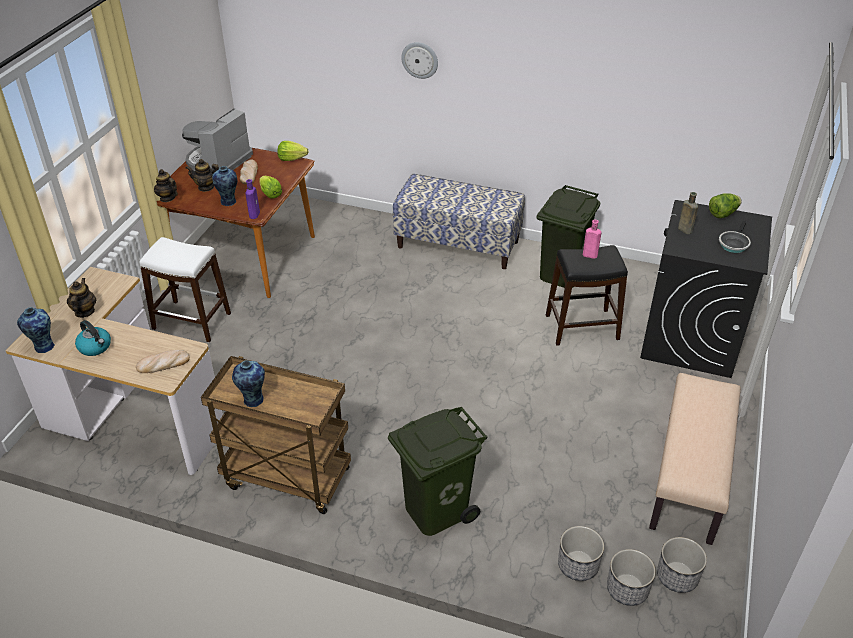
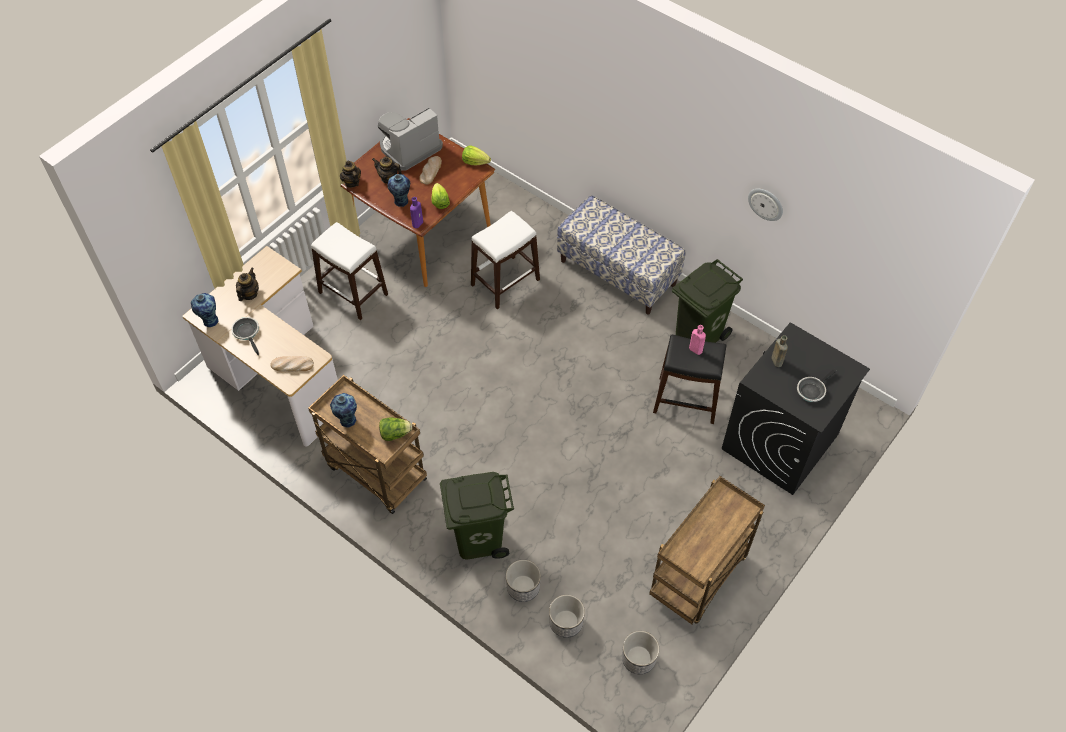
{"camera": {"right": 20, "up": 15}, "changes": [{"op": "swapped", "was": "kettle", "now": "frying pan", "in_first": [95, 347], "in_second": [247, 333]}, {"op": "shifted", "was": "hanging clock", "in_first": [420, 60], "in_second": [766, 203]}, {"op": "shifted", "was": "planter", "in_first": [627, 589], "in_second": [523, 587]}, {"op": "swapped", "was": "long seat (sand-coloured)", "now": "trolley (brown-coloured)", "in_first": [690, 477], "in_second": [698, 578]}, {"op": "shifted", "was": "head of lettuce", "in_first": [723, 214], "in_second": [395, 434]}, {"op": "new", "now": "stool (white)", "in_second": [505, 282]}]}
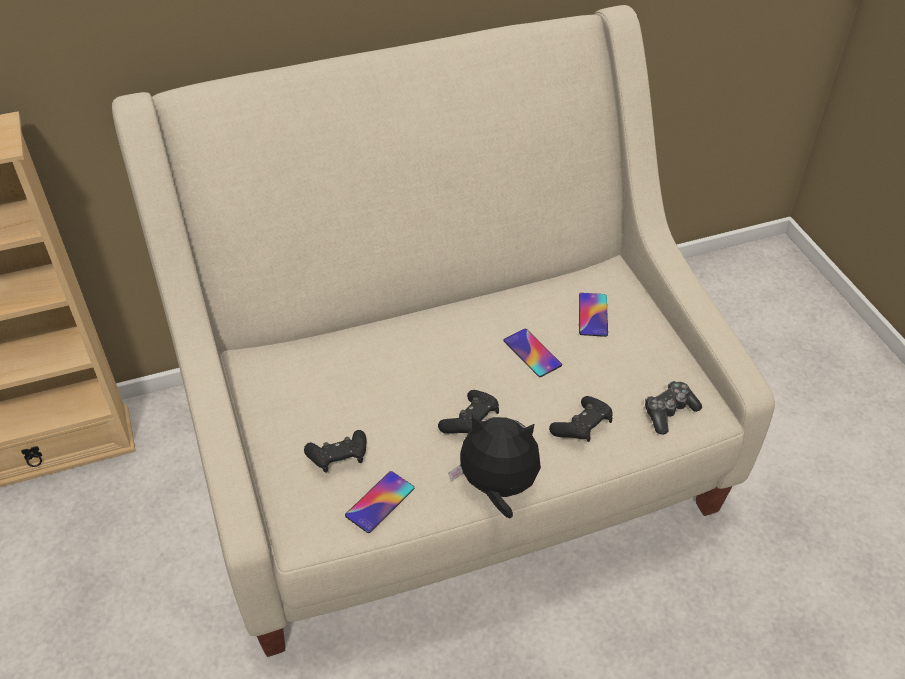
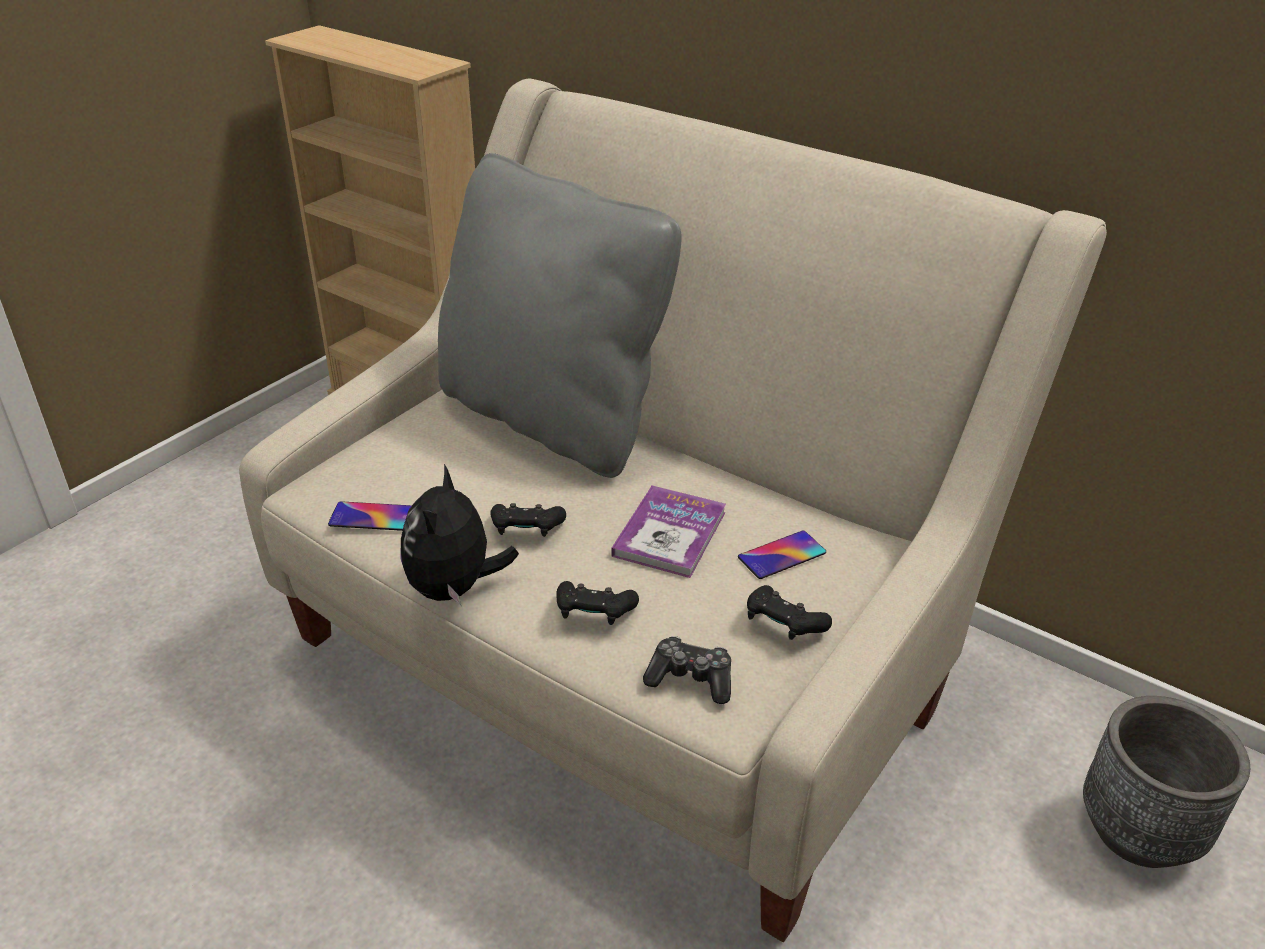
{"camera": {"right": 55, "up": -10}, "changes": [{"op": "shifted", "was": "game controller (black)", "in_first": [339, 458], "in_second": [783, 625]}, {"op": "rotated", "was": "cuddly toy", "in_first": [497, 488], "in_second": [455, 588], "clockwise": -150}, {"op": "swapped", "was": "handset", "now": "book", "in_first": [532, 353], "in_second": [669, 534]}, {"op": "new", "now": "throw pillow (greyish)", "in_second": [552, 418]}, {"op": "new", "now": "planter (greyish)", "in_second": [1139, 831]}]}
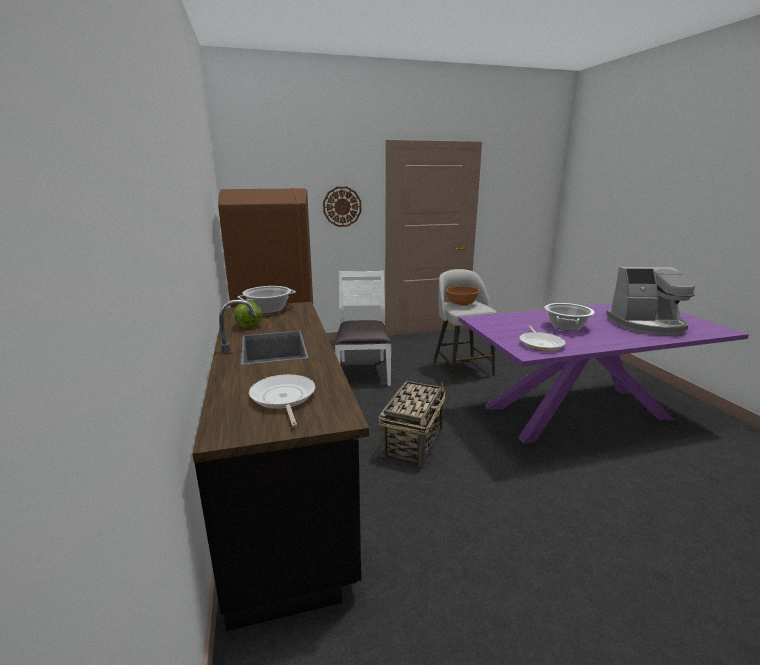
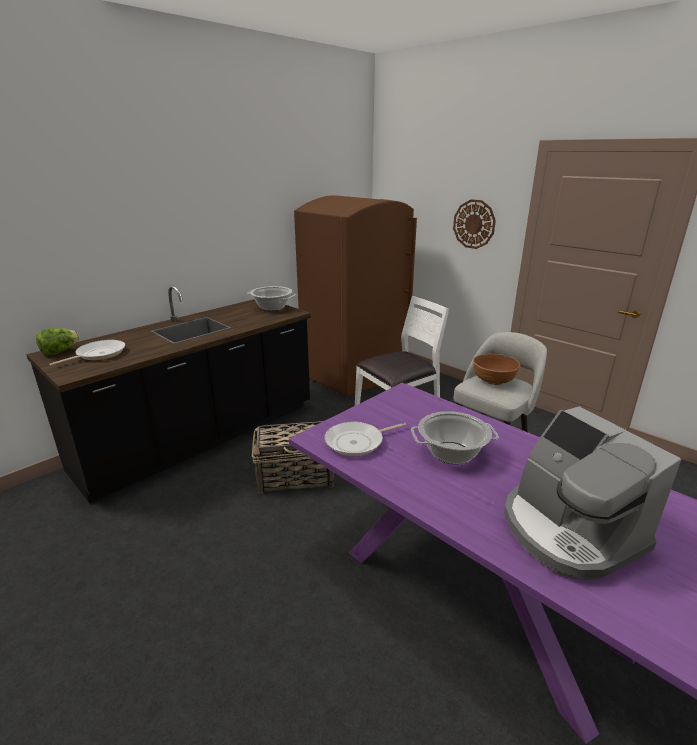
{"camera": {"right": 60, "up": 5}, "changes": [{"op": "shifted", "was": "head of lettuce", "in_first": [248, 324], "in_second": [60, 352]}]}
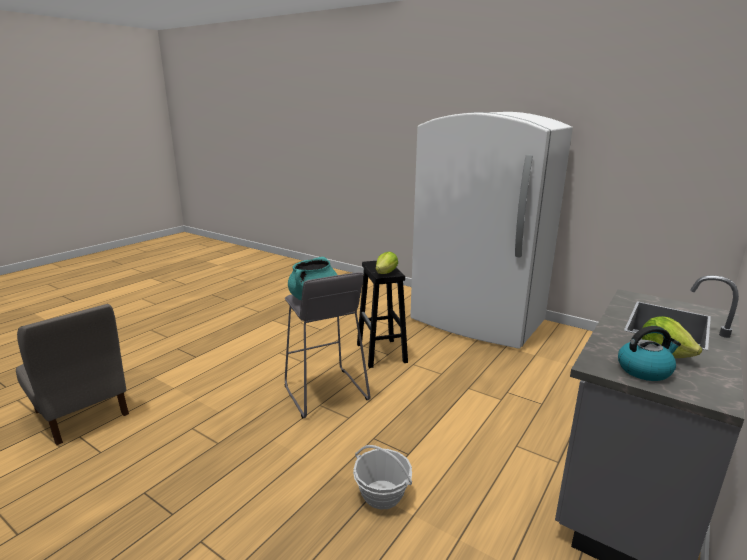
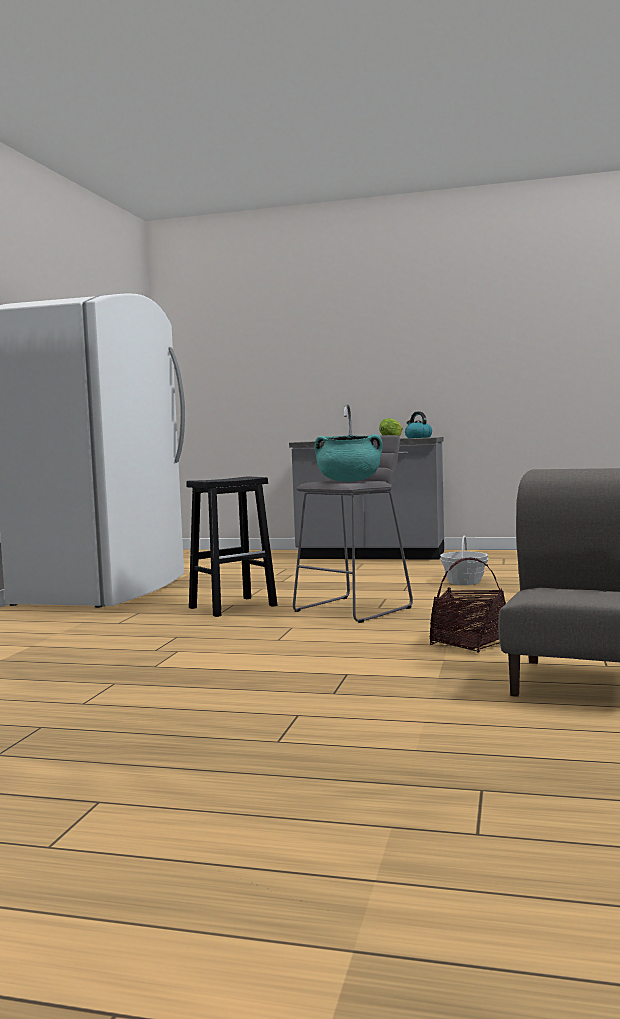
{"camera": {"right": -110, "up": -15}, "changes": [{"op": "gone", "was": "head of lettuce", "in_first": [386, 273]}, {"op": "new", "now": "storage basket", "in_second": [470, 644]}]}
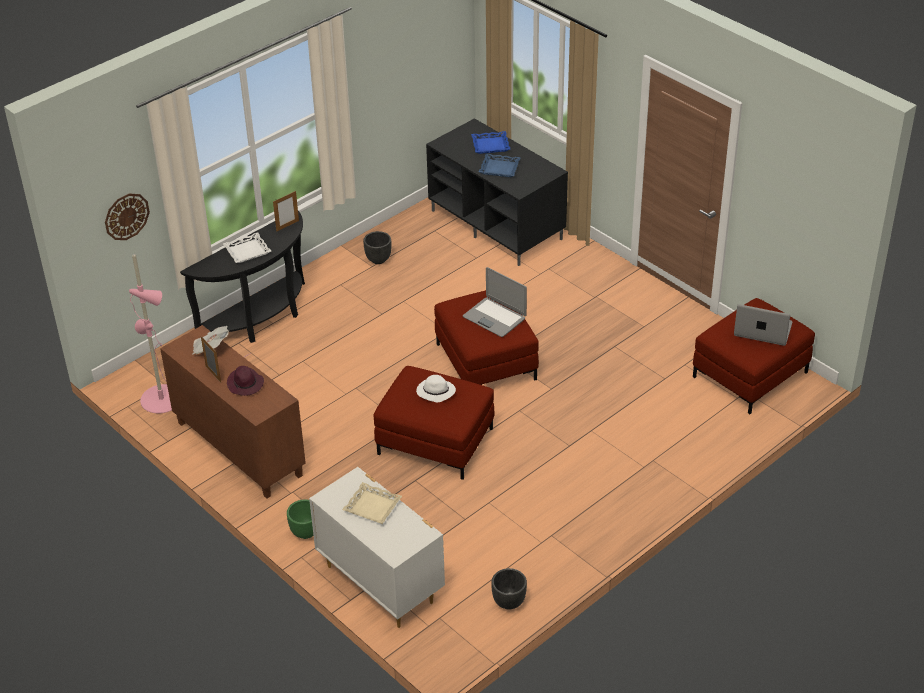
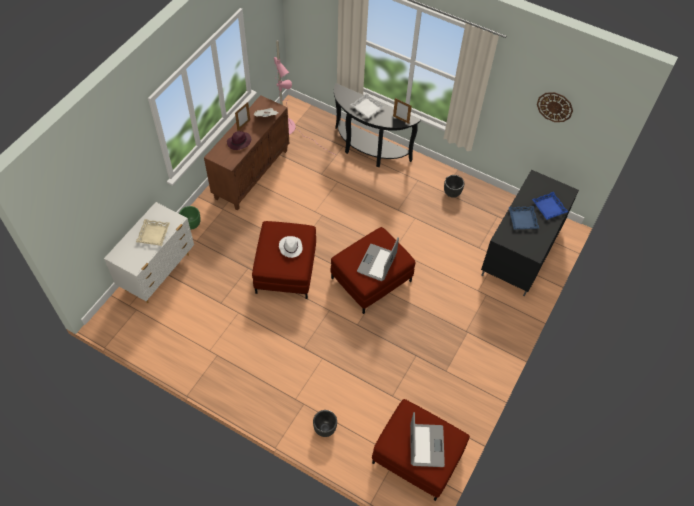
{"camera": {"right": 70, "up": 15}, "changes": [{"op": "shifted", "was": "hanging clock", "in_first": [126, 216], "in_second": [554, 106]}, {"op": "shifted", "was": "planter (black)", "in_first": [509, 603], "in_second": [324, 429]}]}
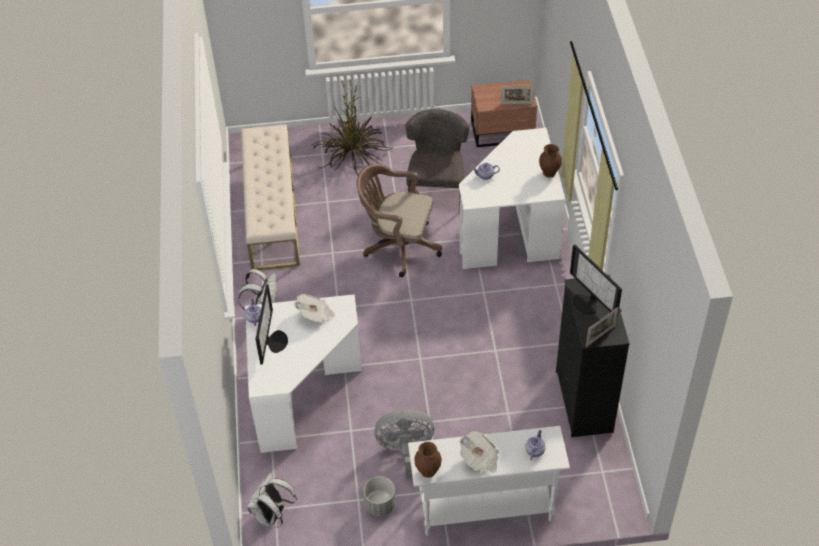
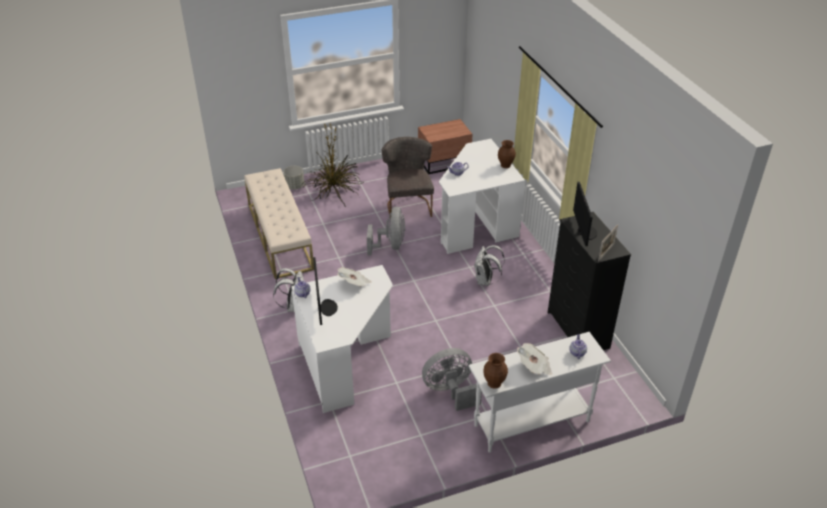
{"camera": {"right": -15, "up": -10}, "changes": [{"op": "shifted", "was": "rucksack (white)", "in_first": [272, 516], "in_second": [485, 281]}, {"op": "swapped", "was": "computer chair (brown-coloured)", "now": "cooling fan (greyish)", "in_first": [398, 246], "in_second": [390, 245]}, {"op": "shifted", "was": "planter (greyish)", "in_first": [380, 505], "in_second": [294, 186]}, {"op": "gone", "was": "standing frame", "in_first": [516, 103]}, {"op": "rotated", "was": "monitor", "in_first": [587, 303], "in_second": [585, 232], "clockwise": -135}]}
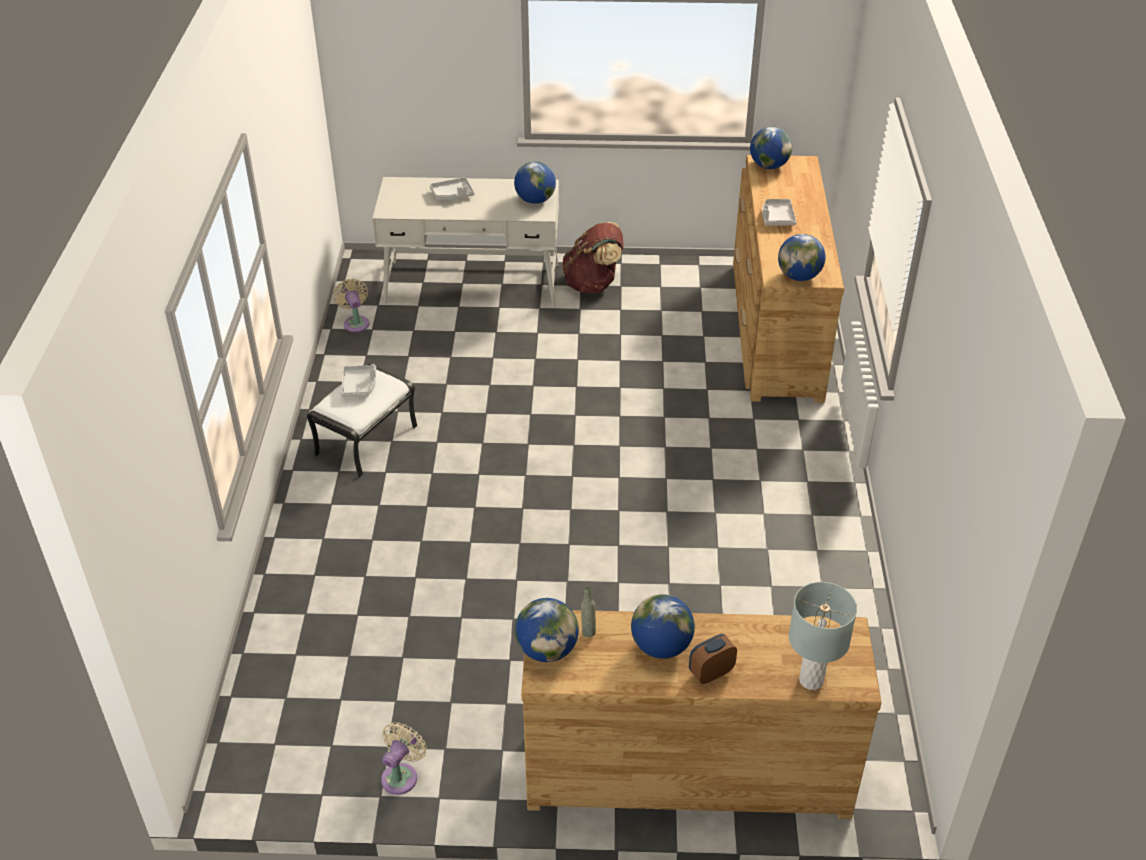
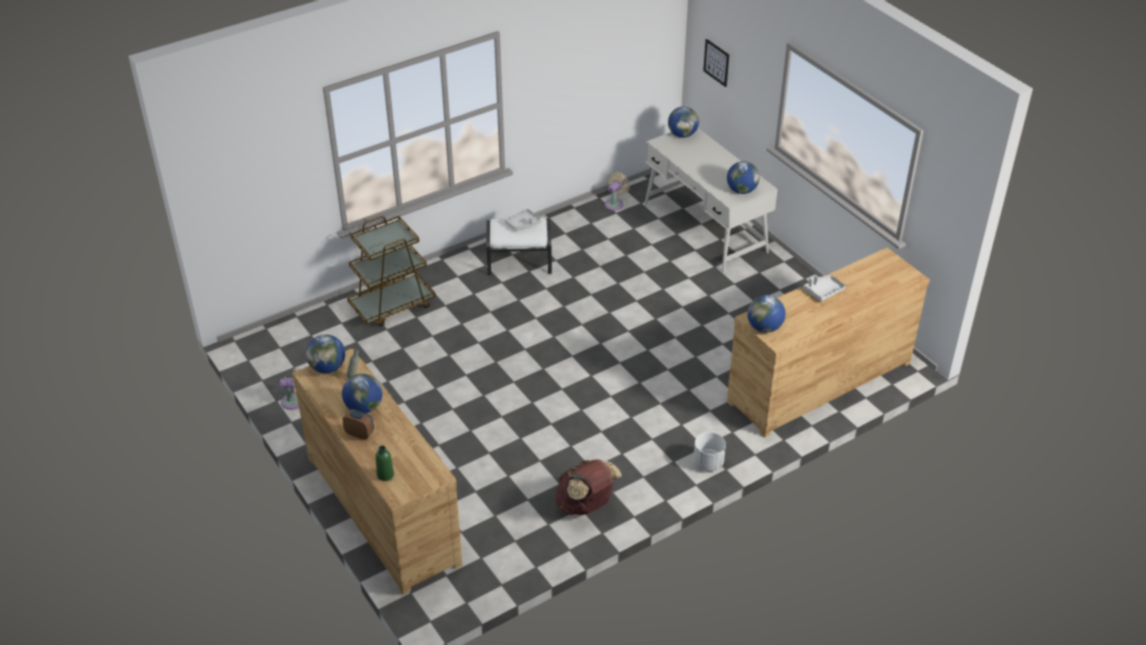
{"camera": {"right": 55, "up": 0}, "changes": [{"op": "gone", "was": "carrying tray (greyish)", "in_first": [452, 195]}, {"op": "shifted", "was": "rucksack (brown-coloured)", "in_first": [593, 284], "in_second": [586, 505]}, {"op": "shifted", "was": "desk globe", "in_first": [769, 166], "in_second": [682, 135]}, {"op": "swapped", "was": "table lamp (greyish)", "now": "drink bottle (green)", "in_first": [810, 680], "in_second": [385, 475]}, {"op": "new", "now": "trolley (brown-coloured)", "in_second": [393, 305]}, {"op": "new", "now": "planter (white)", "in_second": [708, 463]}, {"op": "new", "now": "picture", "in_second": [716, 62]}]}
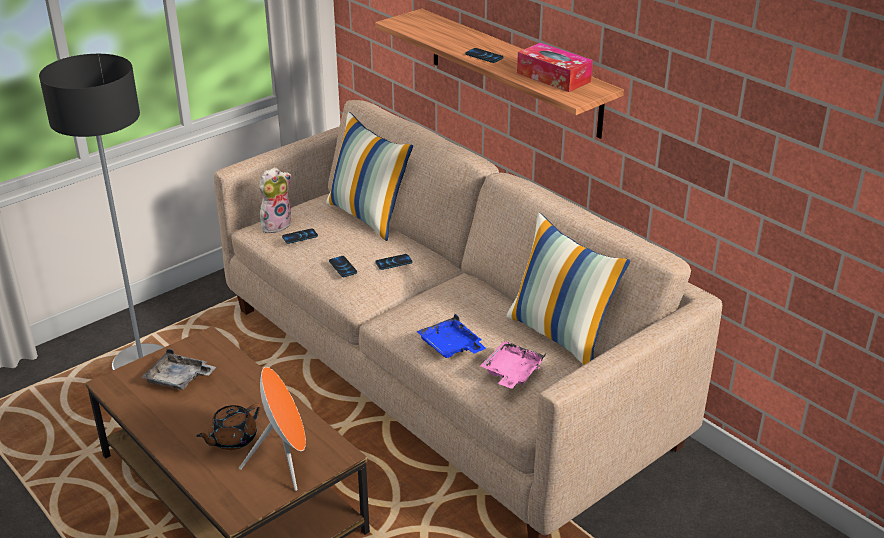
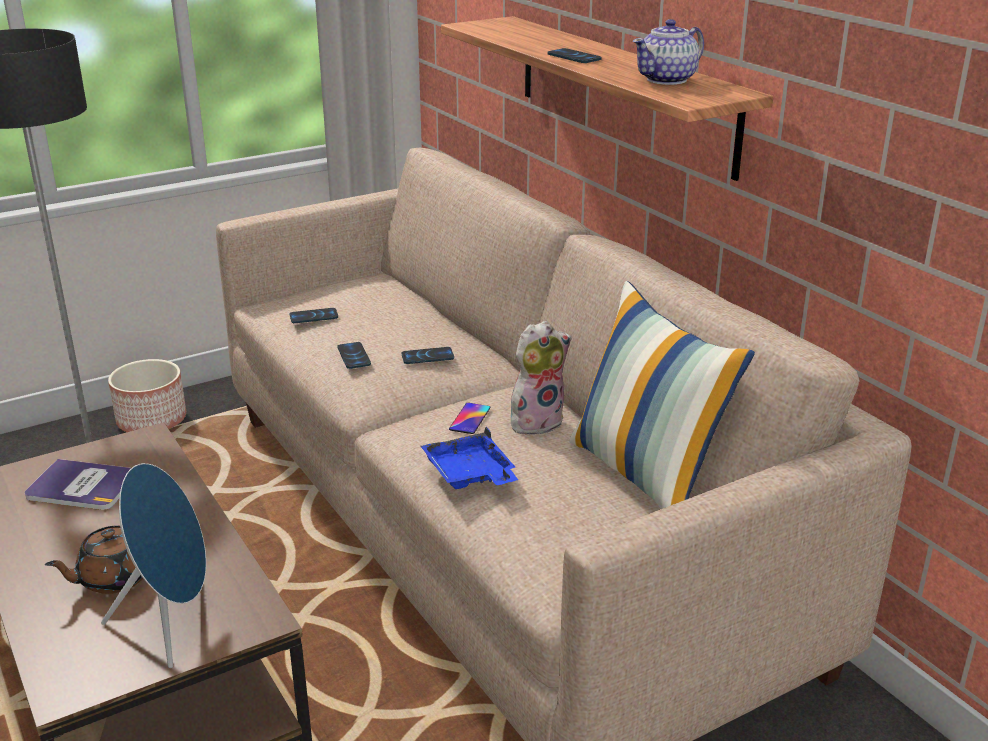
{"camera": {"right": 10, "up": -5}, "changes": [{"op": "swapped", "was": "carrying tray (greyish)", "now": "book", "in_first": [178, 379], "in_second": [82, 486]}, {"op": "repainted", "was": "loudspeaker (orange)", "now": "loudspeaker (blue)", "in_first": [284, 463], "in_second": [172, 623]}, {"op": "shifted", "was": "cuddly toy", "in_first": [276, 225], "in_second": [536, 421]}, {"op": "gone", "was": "throw pillow", "in_first": [369, 216]}, {"op": "gone", "was": "carrying tray (pinkish)", "in_first": [511, 373]}, {"op": "swapped", "was": "tissue holder", "now": "tea pot", "in_first": [553, 77], "in_second": [667, 80]}, {"op": "new", "now": "planter", "in_second": [152, 420]}, {"op": "new", "now": "handset", "in_second": [470, 419]}]}
